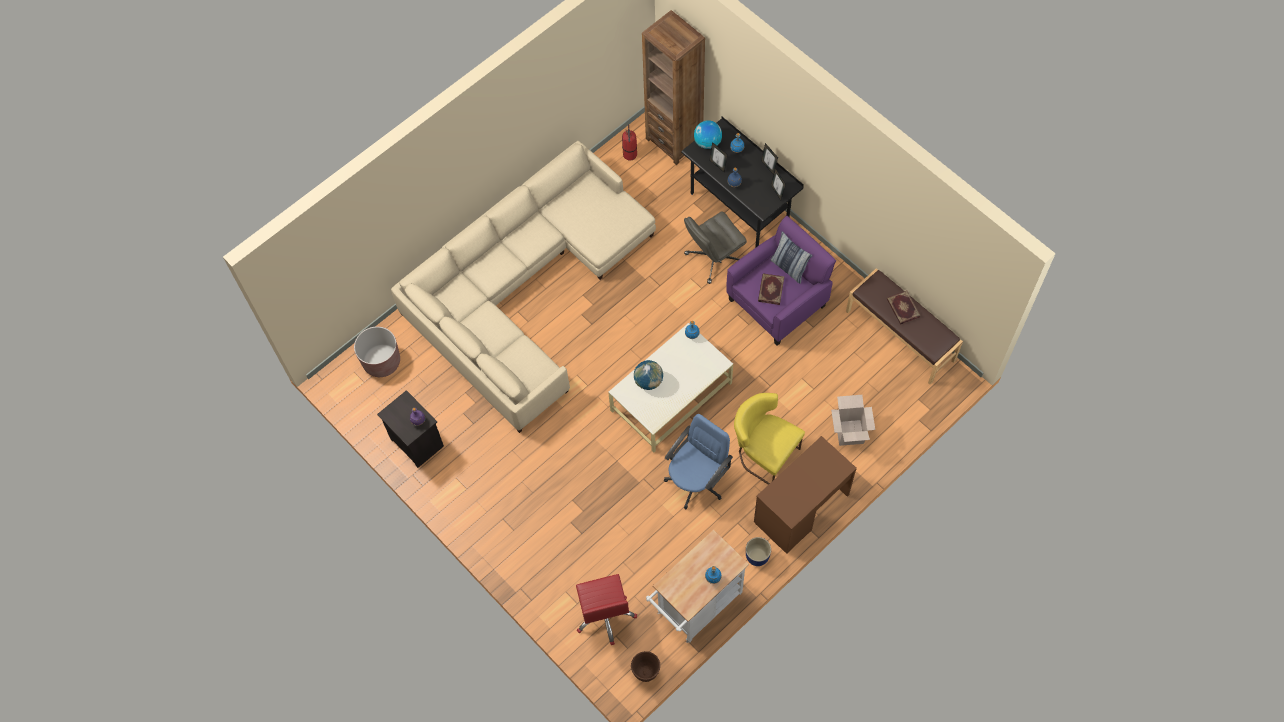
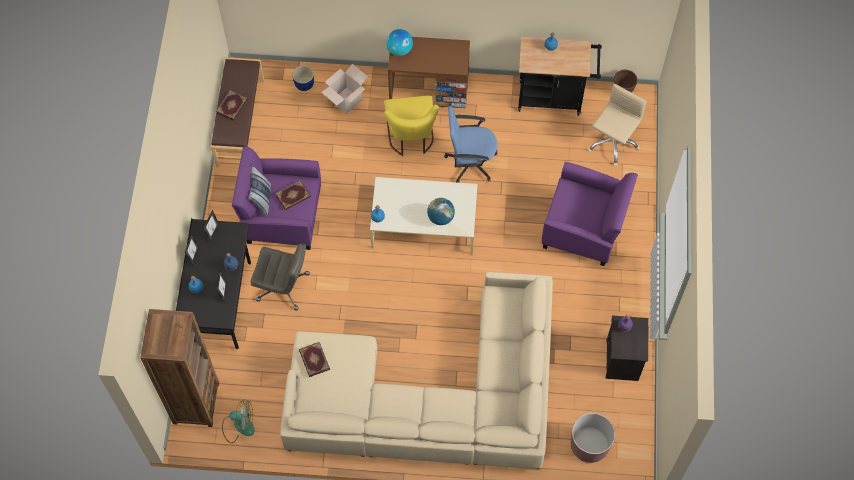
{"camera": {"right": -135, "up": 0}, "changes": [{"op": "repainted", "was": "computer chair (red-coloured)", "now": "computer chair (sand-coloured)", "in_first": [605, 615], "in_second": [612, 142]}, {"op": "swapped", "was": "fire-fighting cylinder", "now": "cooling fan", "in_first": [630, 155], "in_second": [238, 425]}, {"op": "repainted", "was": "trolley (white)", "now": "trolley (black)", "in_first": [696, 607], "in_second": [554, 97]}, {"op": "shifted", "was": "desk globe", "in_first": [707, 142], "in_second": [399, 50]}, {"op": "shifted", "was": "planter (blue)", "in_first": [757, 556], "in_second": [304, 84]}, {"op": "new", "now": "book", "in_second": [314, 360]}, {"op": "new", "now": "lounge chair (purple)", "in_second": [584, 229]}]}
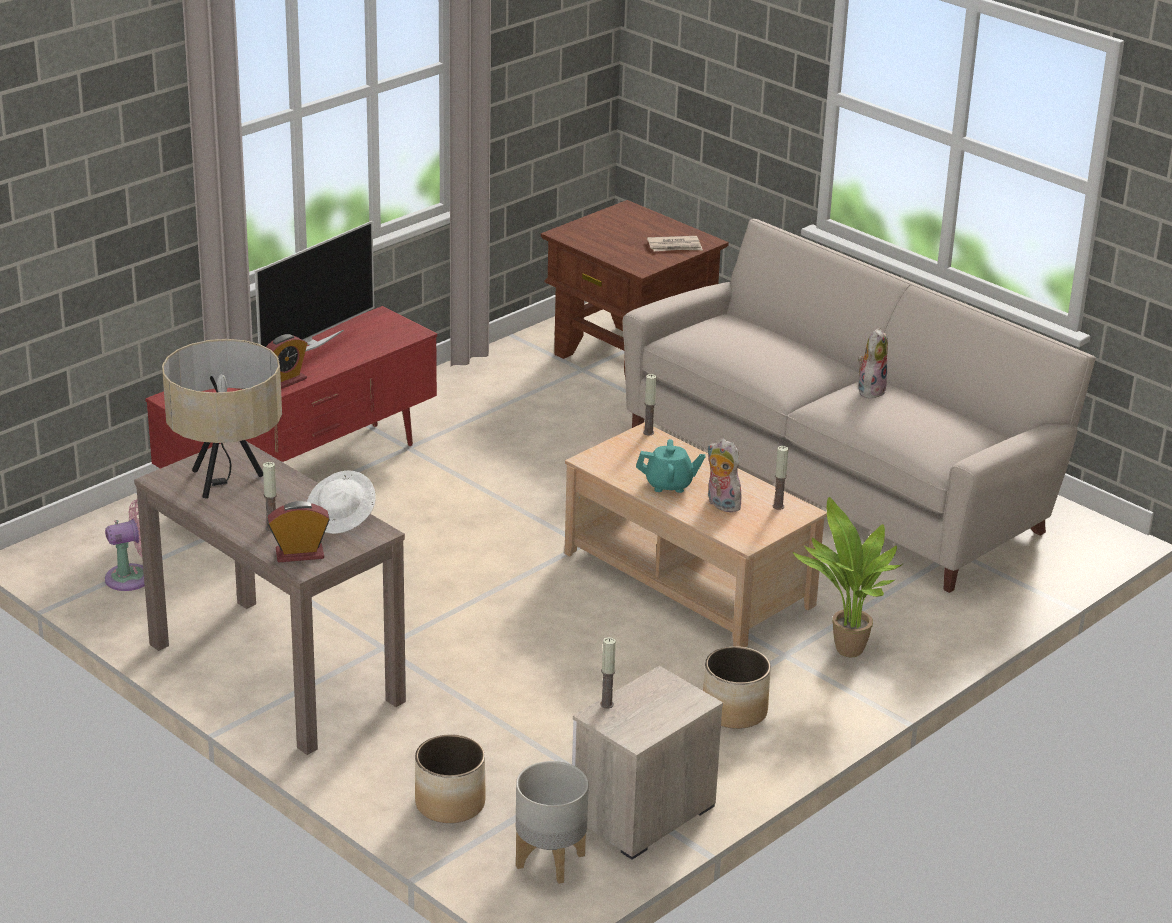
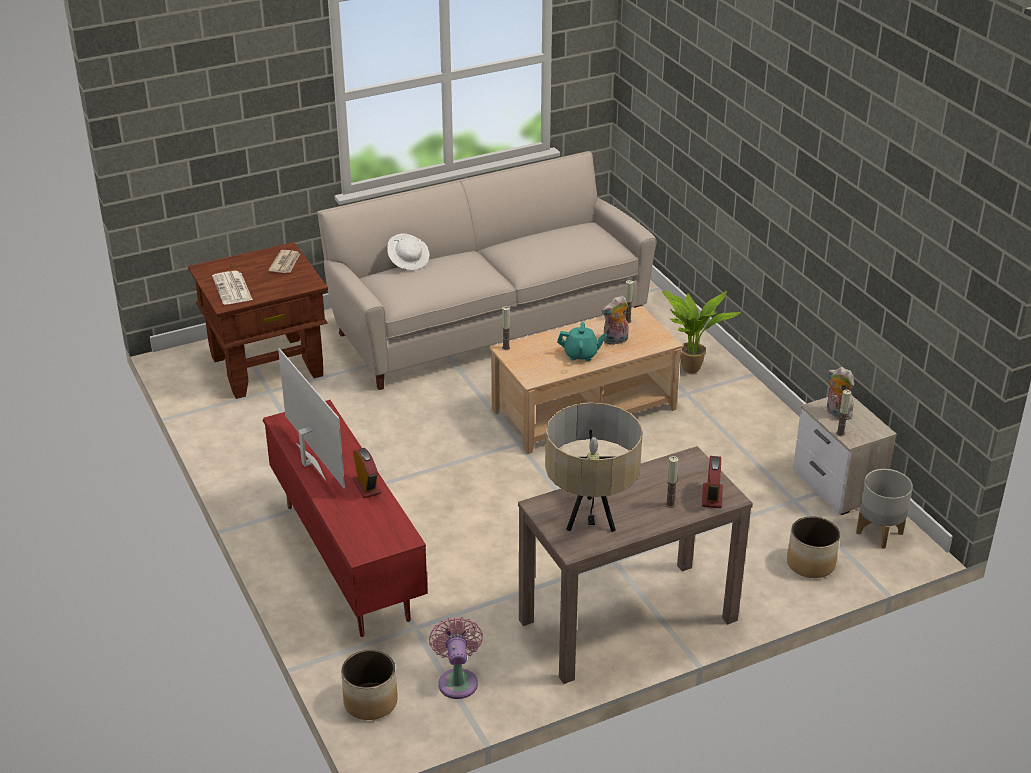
{"camera": {"right": -70, "up": 5}, "changes": [{"op": "shifted", "was": "wearable hat (white)", "in_first": [342, 517], "in_second": [408, 261]}, {"op": "rotated", "was": "tea pot (turquoise-coloured)", "in_first": [669, 485], "in_second": [581, 354], "clockwise": 75}, {"op": "shifted", "was": "planter", "in_first": [734, 712], "in_second": [371, 702]}, {"op": "shifted", "was": "cuddly toy", "in_first": [870, 390], "in_second": [836, 413]}, {"op": "new", "now": "printed paper", "in_second": [233, 289]}]}
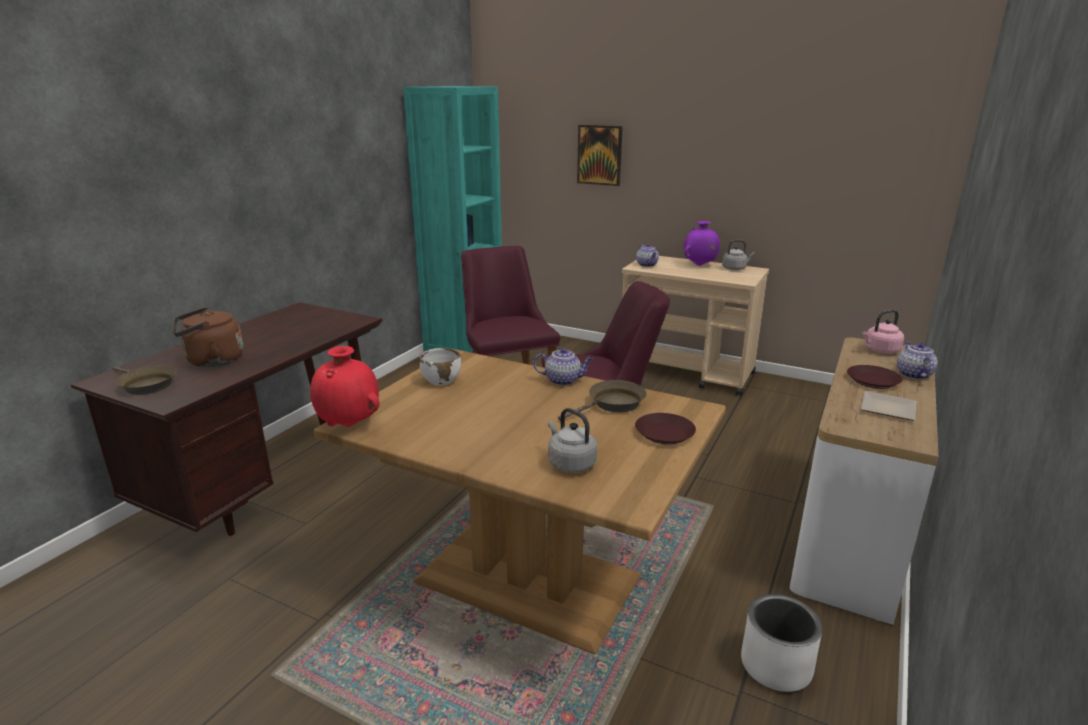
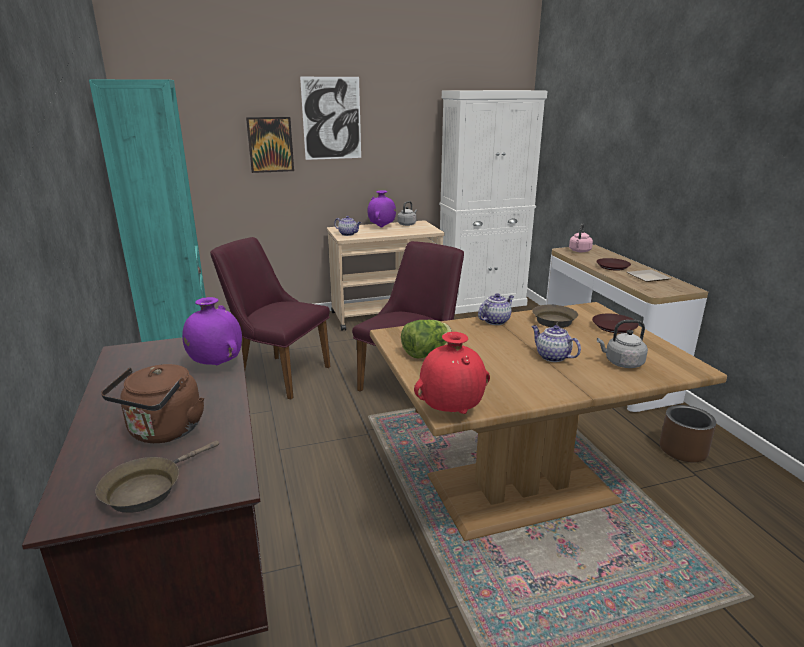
{"camera": {"right": -45, "up": 0}, "changes": [{"op": "rotated", "was": "frying pan (brown-coloured)", "in_first": [145, 385], "in_second": [148, 488], "clockwise": 135}, {"op": "swapped", "was": "serving bowl (white)", "now": "head of lettuce", "in_first": [441, 380], "in_second": [426, 353]}, {"op": "repainted", "was": "planter (white)", "now": "planter (brown-coloured)", "in_first": [775, 665], "in_second": [682, 450]}, {"op": "shifted", "was": "tea pot", "in_first": [913, 374], "in_second": [552, 356]}, {"op": "new", "now": "vase (purple)", "in_second": [216, 364]}, {"op": "new", "now": "picture", "in_second": [331, 118]}, {"op": "new", "now": "storage cabinet (white)", "in_second": [481, 302]}]}
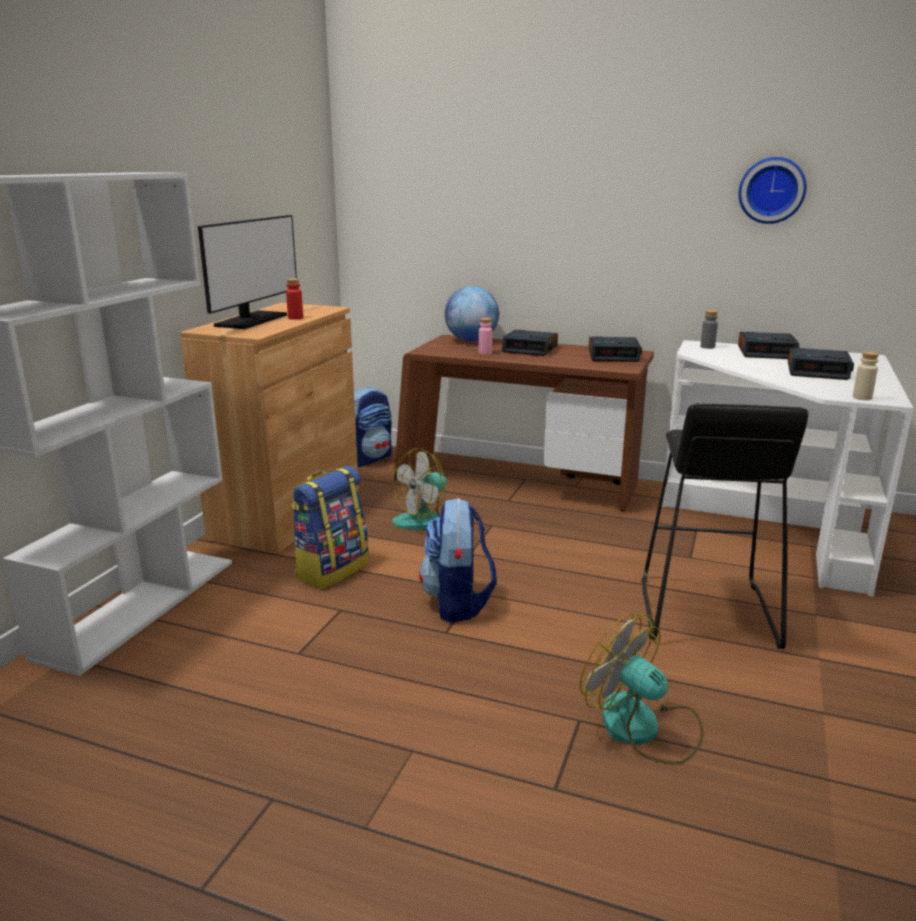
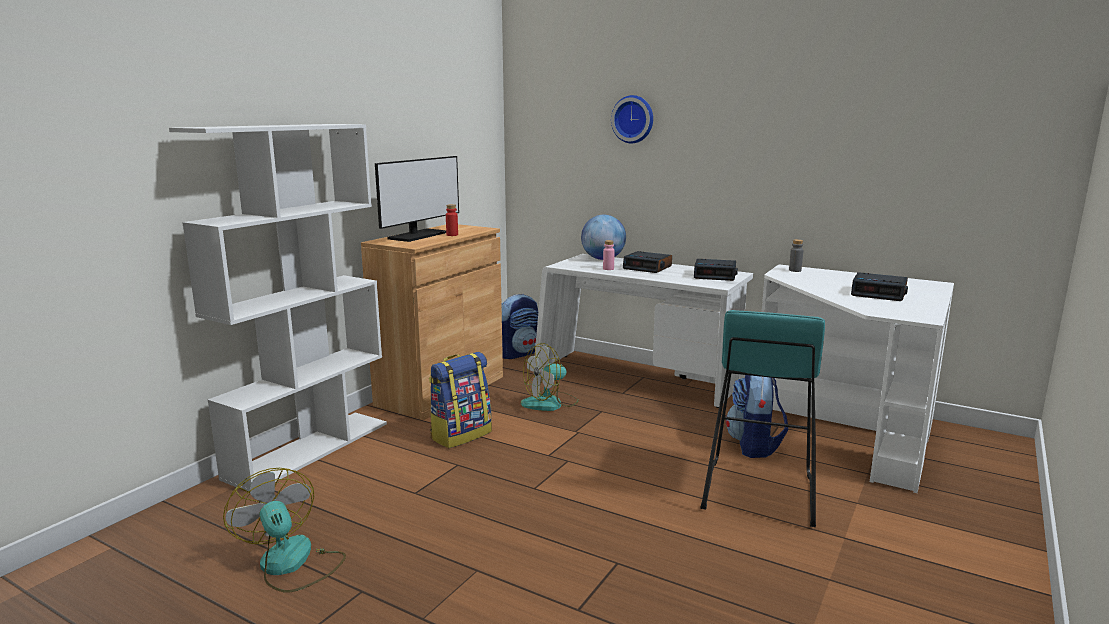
{"camera": {"right": 10, "up": -5}, "changes": [{"op": "repainted", "was": "desk table (brown-coloured)", "now": "desk table (white)", "in_first": [518, 482], "in_second": [636, 379]}, {"op": "shifted", "was": "rucksack", "in_first": [458, 603], "in_second": [754, 446]}, {"op": "shifted", "was": "cooling fan", "in_first": [643, 729], "in_second": [291, 564]}, {"op": "repainted", "was": "stool (black)", "now": "stool (turquoise-coloured)", "in_first": [705, 612], "in_second": [757, 492]}, {"op": "gone", "was": "table clock", "in_first": [766, 353]}, {"op": "shifted", "was": "hanging clock", "in_first": [772, 190], "in_second": [633, 119]}, {"op": "gone", "was": "drink bottle (sand-coloured)", "in_first": [862, 398]}]}
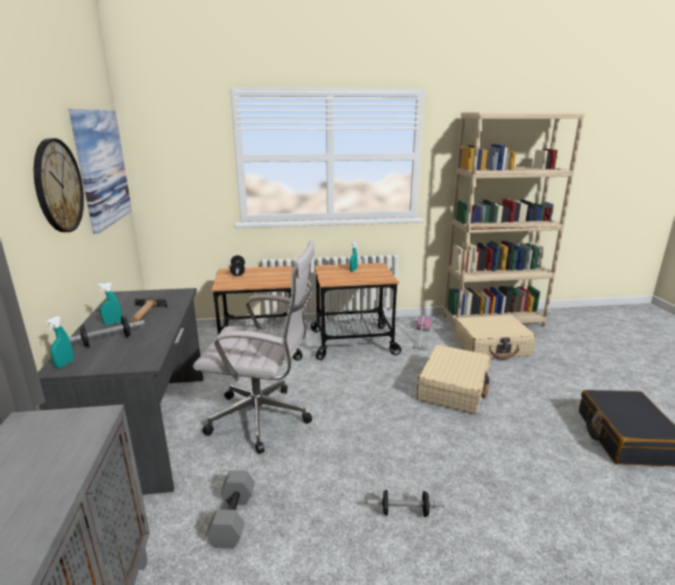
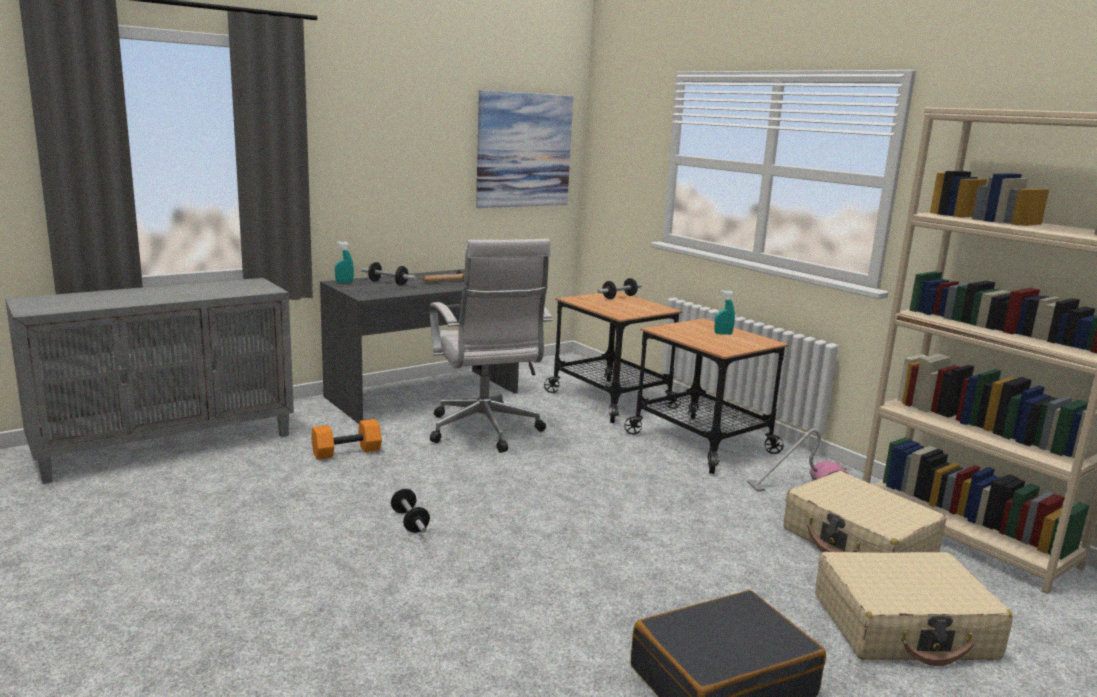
{"camera": {"right": 60, "up": -5}, "changes": [{"op": "gone", "was": "hanging clock", "in_first": [58, 186]}, {"op": "gone", "was": "sprayer (turquoise-coloured)", "in_first": [113, 323]}, {"op": "repainted", "was": "free weight (greyish)", "now": "free weight (orange)", "in_first": [232, 518], "in_second": [347, 451]}, {"op": "shifted", "was": "suitcase (sand-coloured)", "in_first": [453, 388], "in_second": [904, 627]}]}
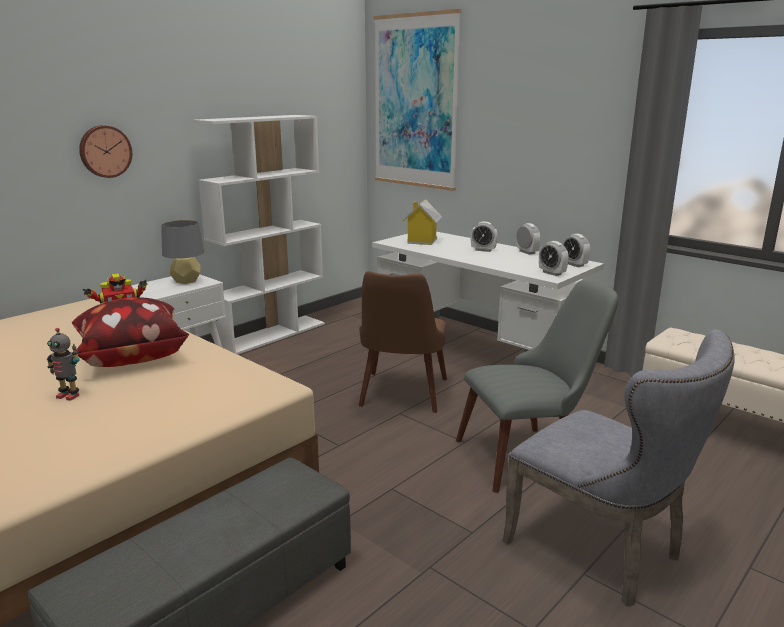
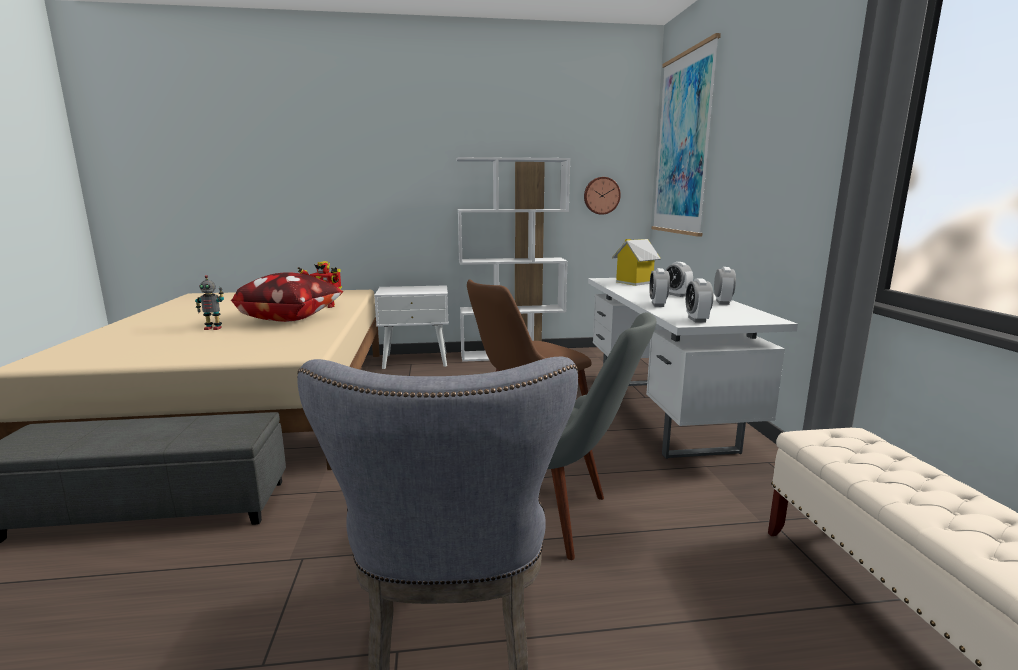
{"camera": {"right": 40, "up": -5}, "changes": [{"op": "rotated", "was": "robot figure", "in_first": [69, 396], "in_second": [213, 328], "clockwise": -60}, {"op": "shifted", "was": "hanging clock", "in_first": [105, 151], "in_second": [601, 195]}, {"op": "gone", "was": "table lamp (greyish)", "in_first": [186, 281]}, {"op": "shifted", "was": "table clock", "in_first": [574, 264], "in_second": [657, 304]}]}
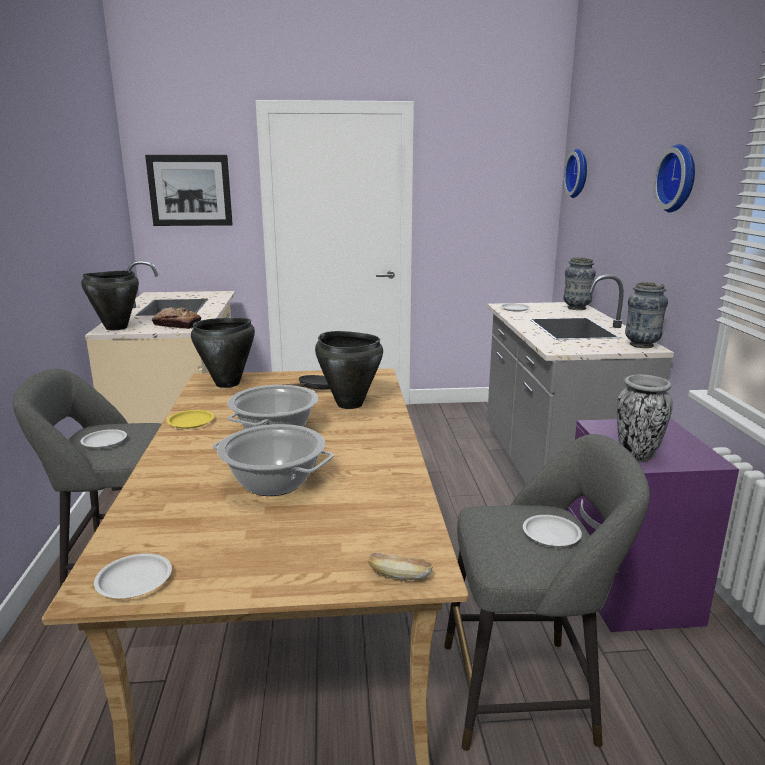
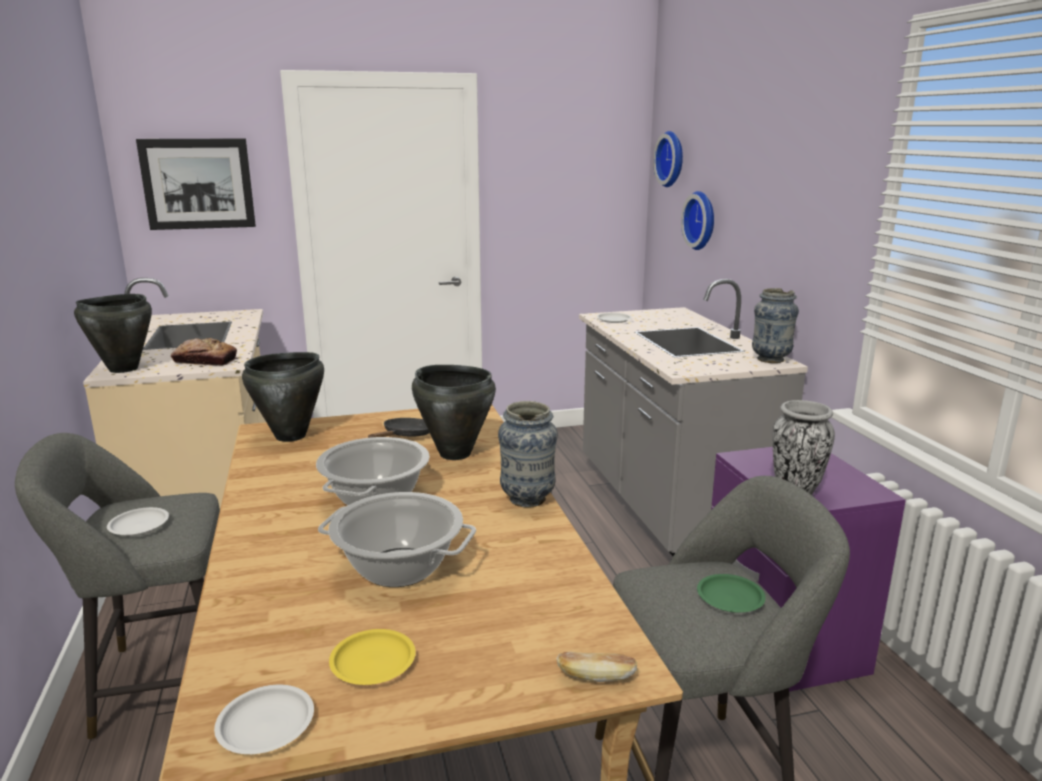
{"camera": {"right": -10, "up": 0}, "changes": [{"op": "shifted", "was": "dinner plate (yellowish)", "in_first": [191, 422], "in_second": [373, 662]}, {"op": "repainted", "was": "dinner plate (white)", "now": "dinner plate (green)", "in_first": [551, 534], "in_second": [730, 597]}, {"op": "shifted", "was": "vase", "in_first": [576, 308], "in_second": [527, 499]}, {"op": "shifted", "was": "hanging clock", "in_first": [679, 178], "in_second": [702, 220]}]}
